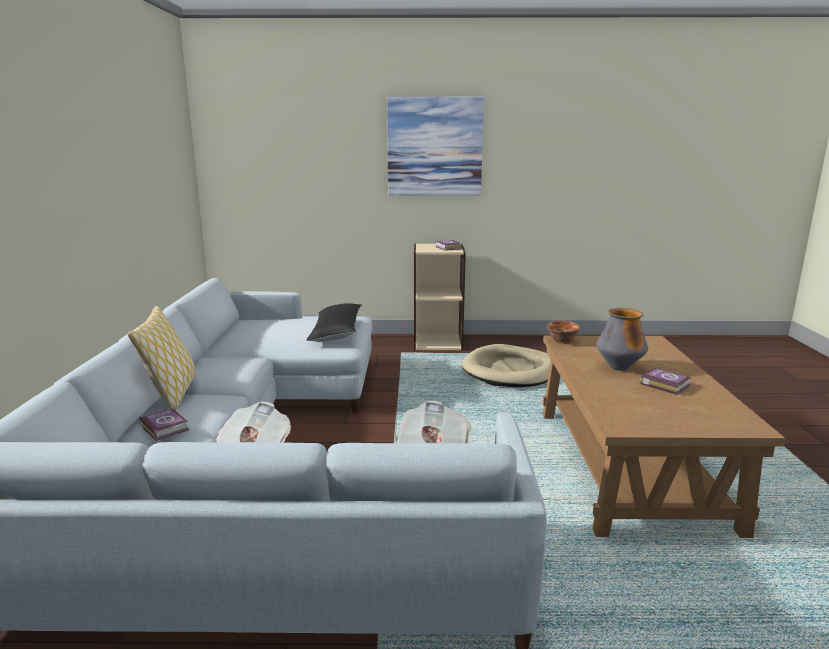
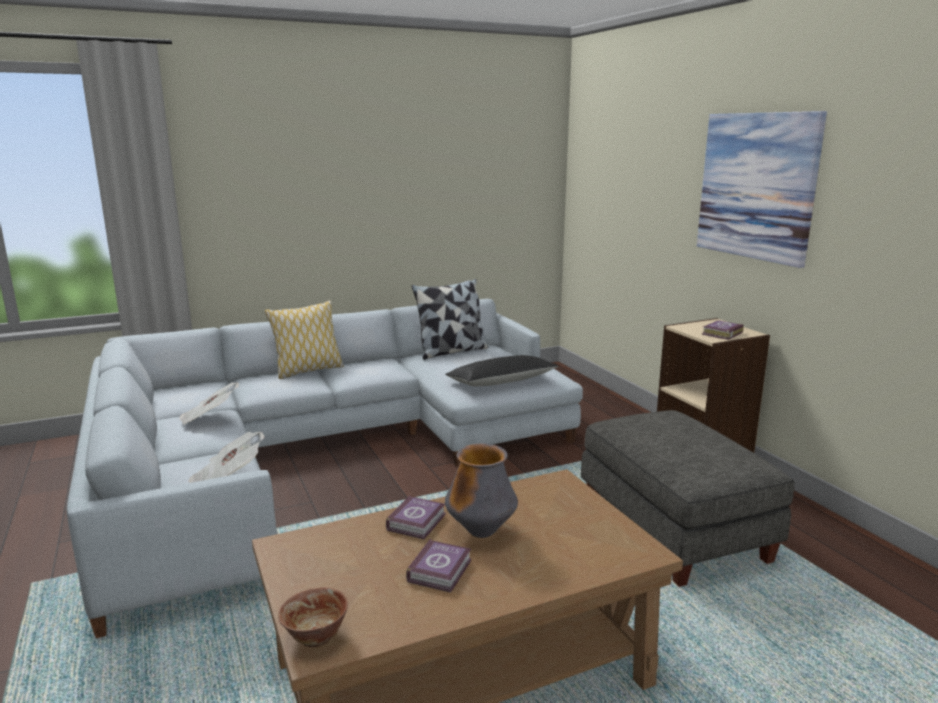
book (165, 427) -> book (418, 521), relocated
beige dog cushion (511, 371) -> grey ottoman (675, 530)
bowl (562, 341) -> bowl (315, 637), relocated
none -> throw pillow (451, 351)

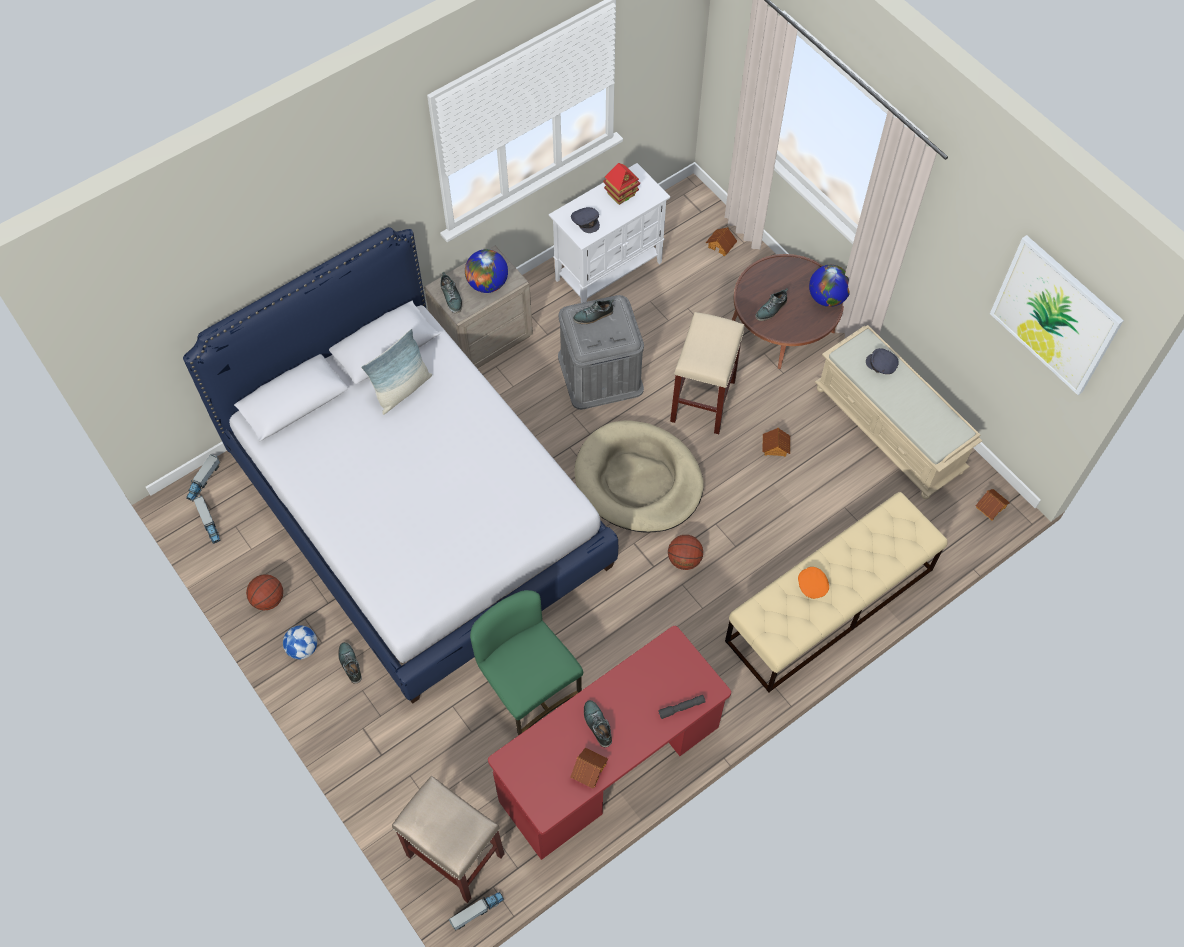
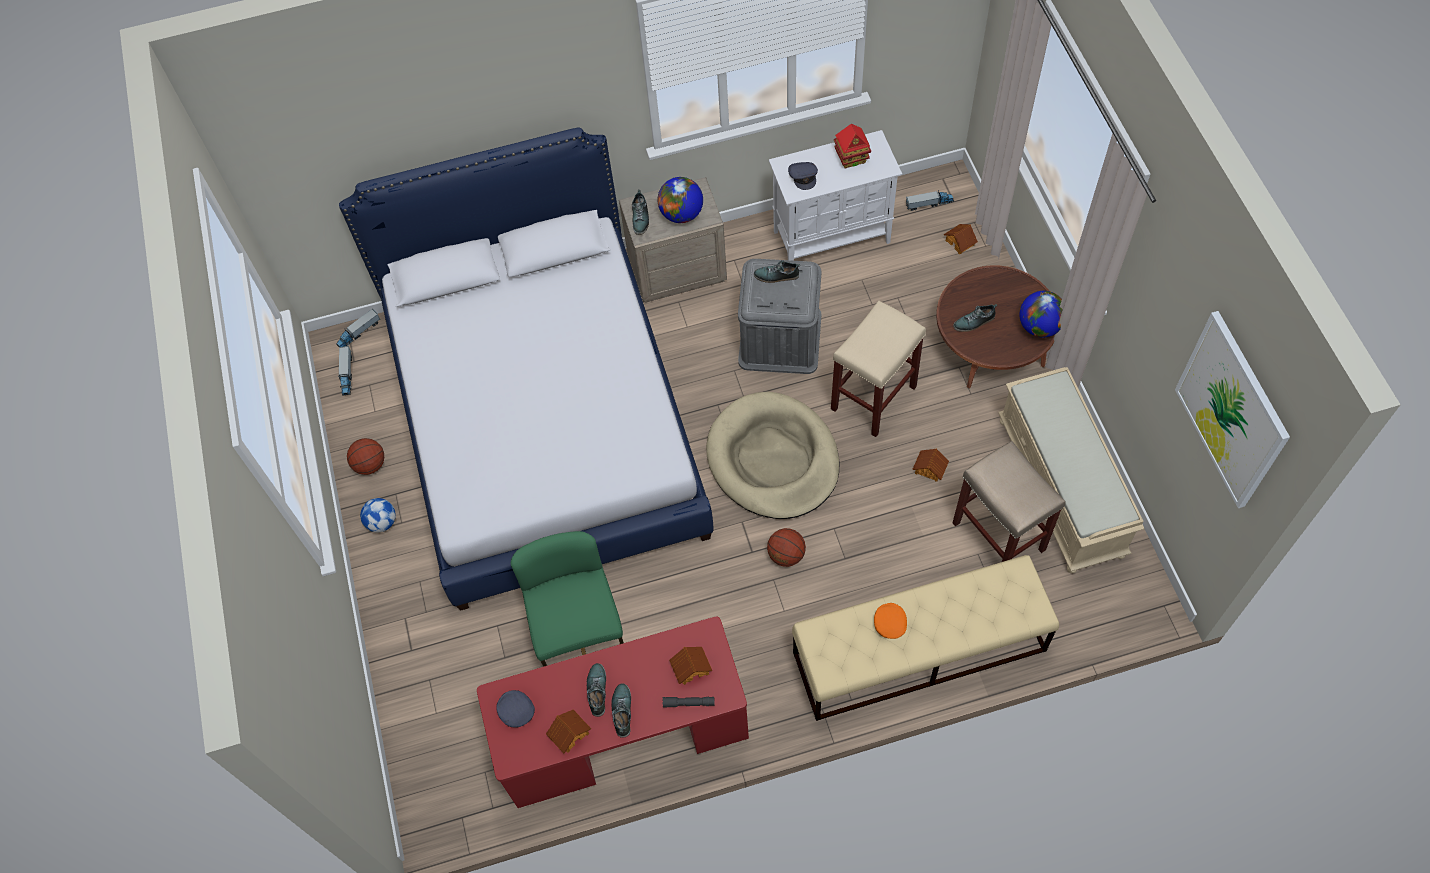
shoe (350, 664) -> shoe (622, 711), relocated
throw pillow (402, 390) -> none
beige stool seat (454, 854) -> beige stool seat (997, 536), relocated
toy lorry (477, 911) -> toy lorry (929, 203), relocated
grey peaked cap (881, 365) -> grey peaked cap (515, 711), relocated
miniature house (990, 507) -> miniature house (691, 667), relocated

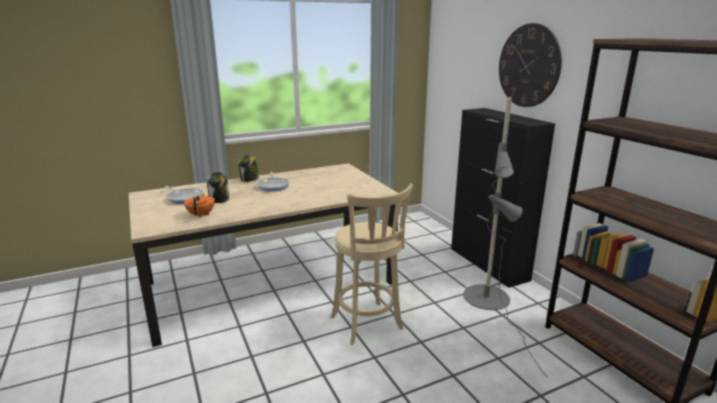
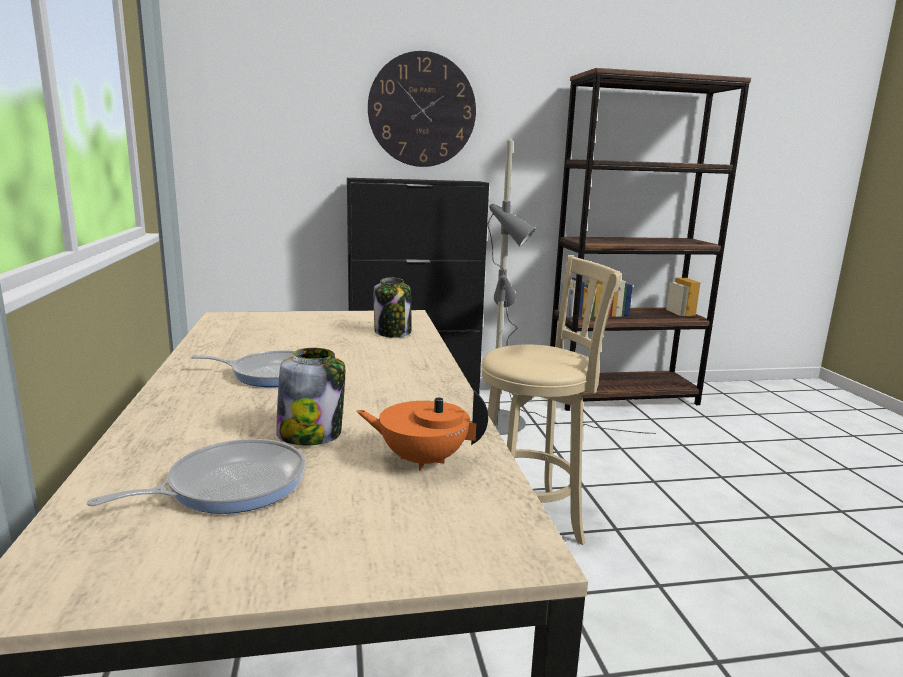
jar (249, 179) -> jar (393, 332), relocated

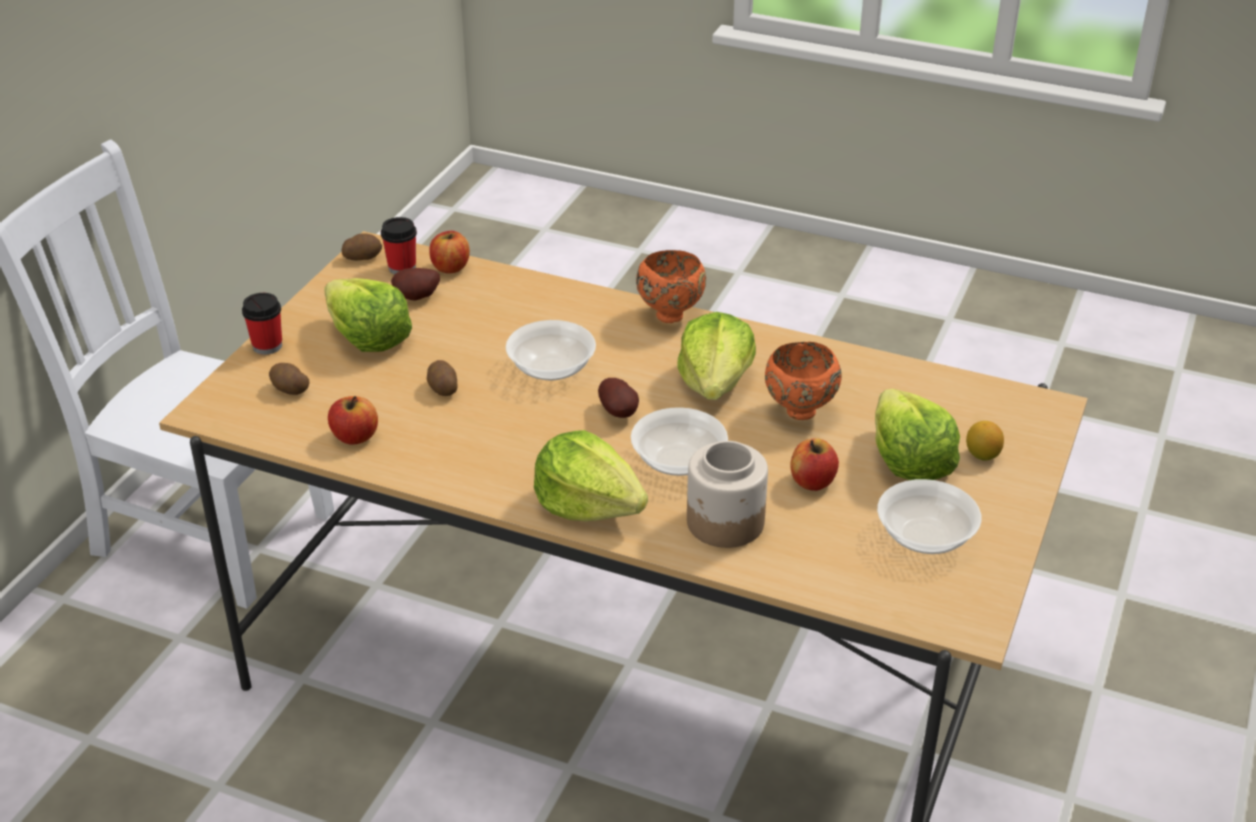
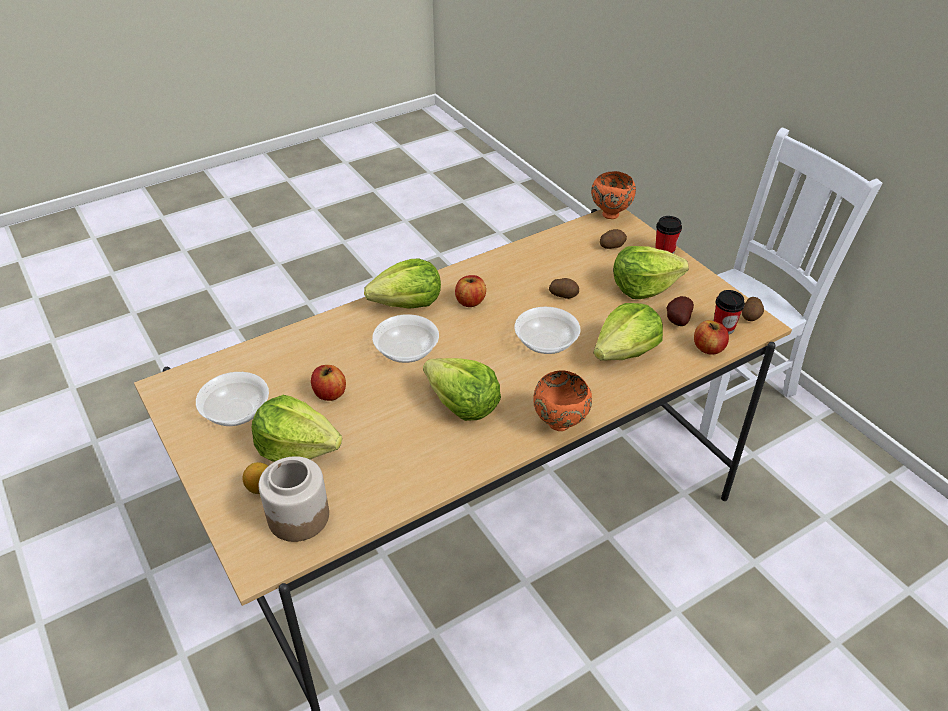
apple (355, 436) -> apple (470, 301), relocated
whole potato (619, 413) -> none
jar (725, 523) -> jar (298, 516), relocated
orangey bowl (799, 413) -> orangey bowl (610, 214), relocated
none -> lettuce (625, 352)

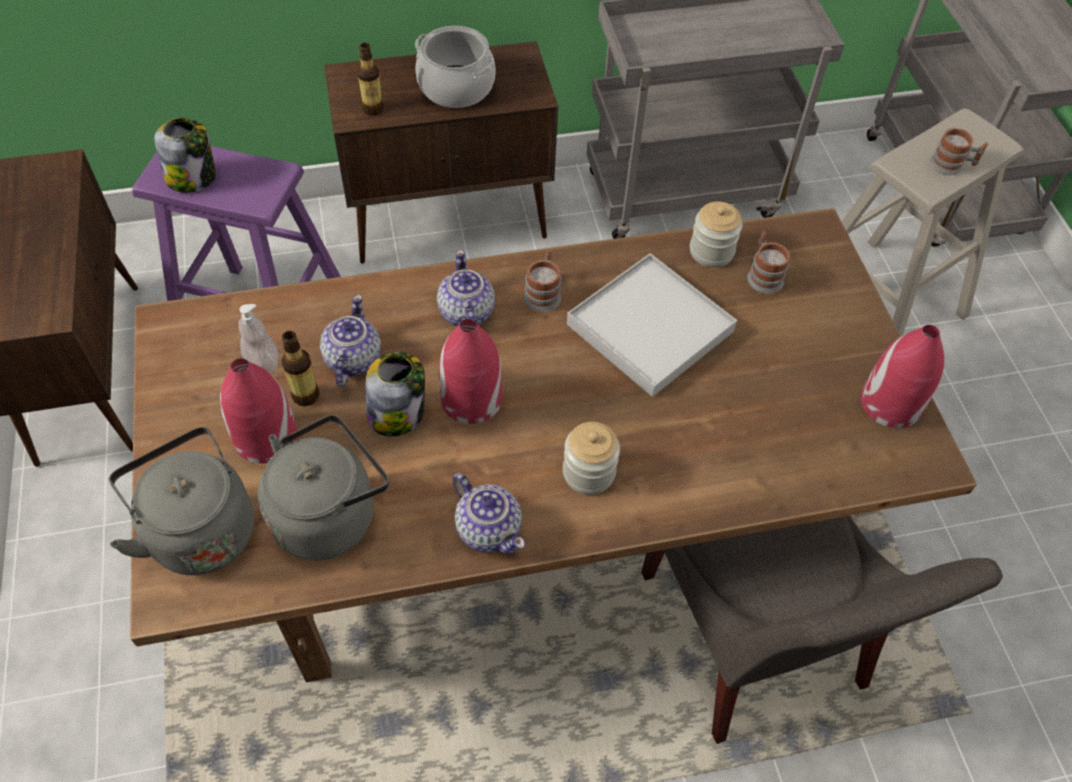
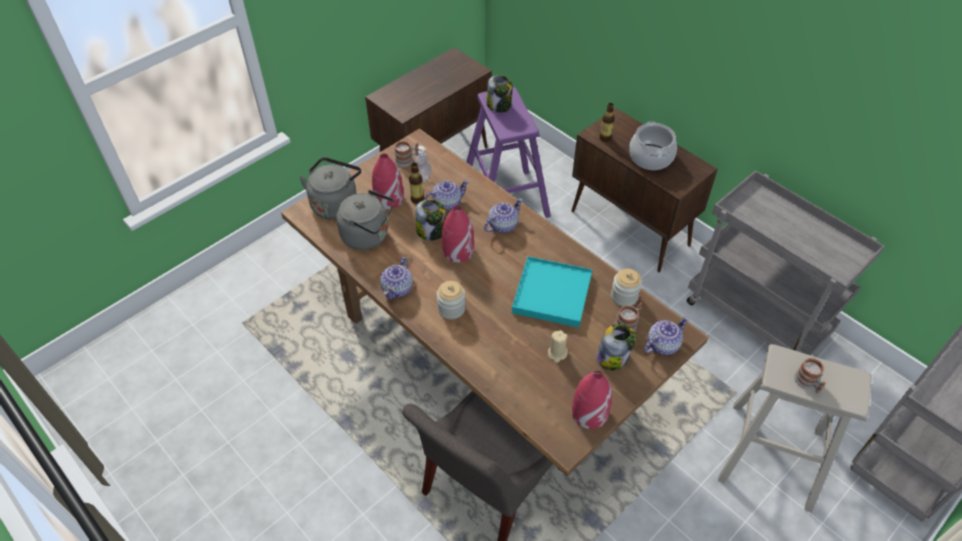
mug (543, 293) -> mug (407, 160), relocated
white serving tray (650, 328) -> turquoise-coloured serving tray (552, 294)
none -> beige wax candle (557, 353)
none -> jar (612, 357)
none -> pot for tea (662, 345)

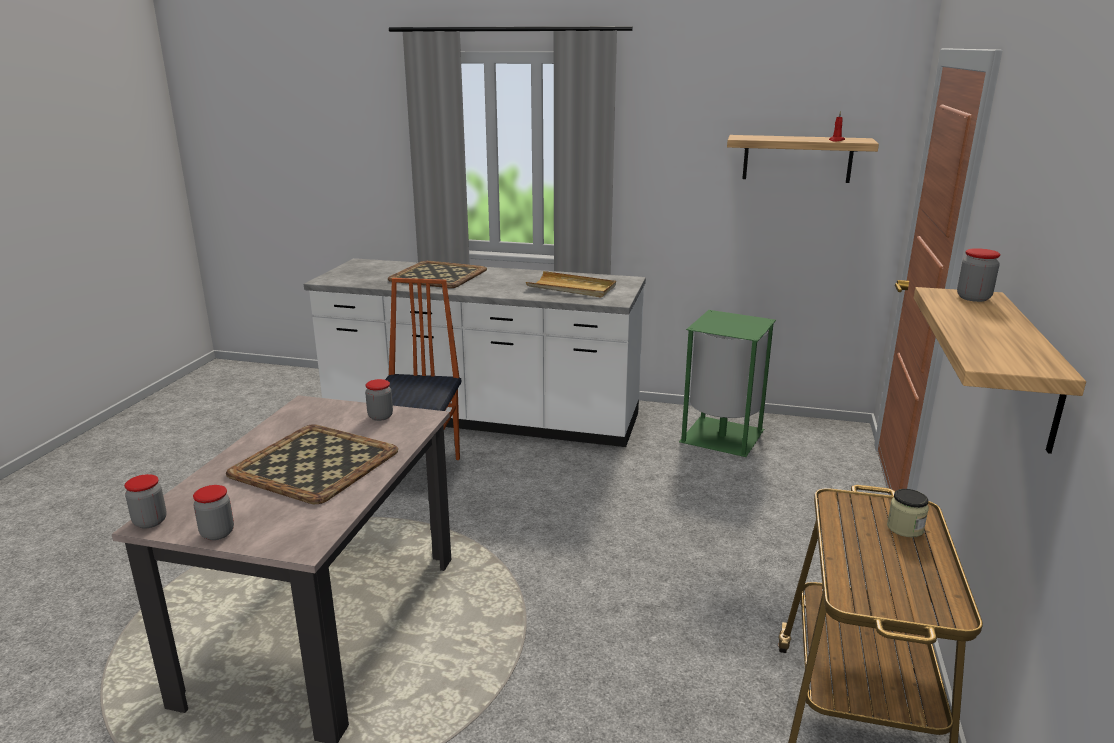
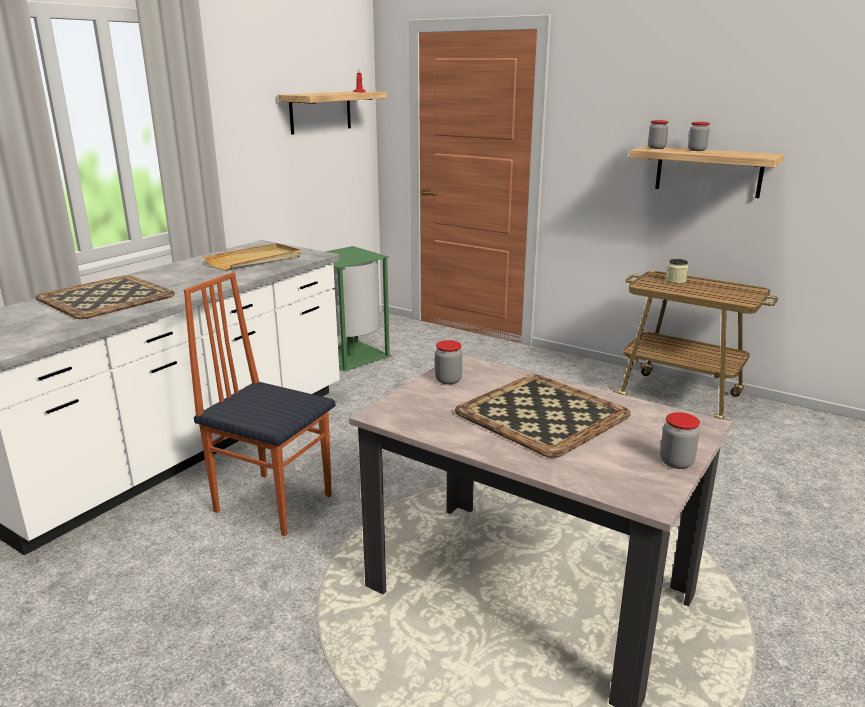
jar (150, 521) -> jar (696, 150), relocated

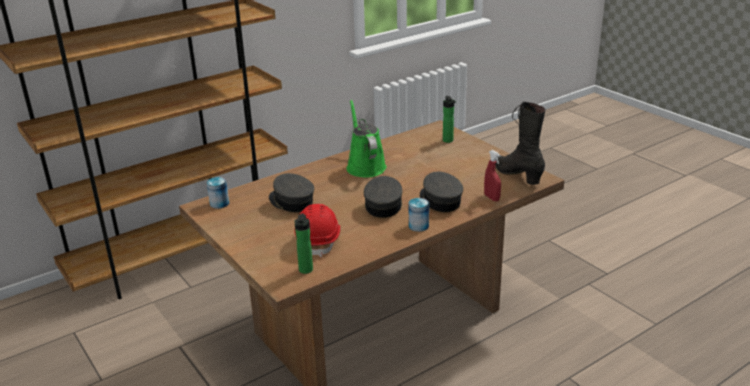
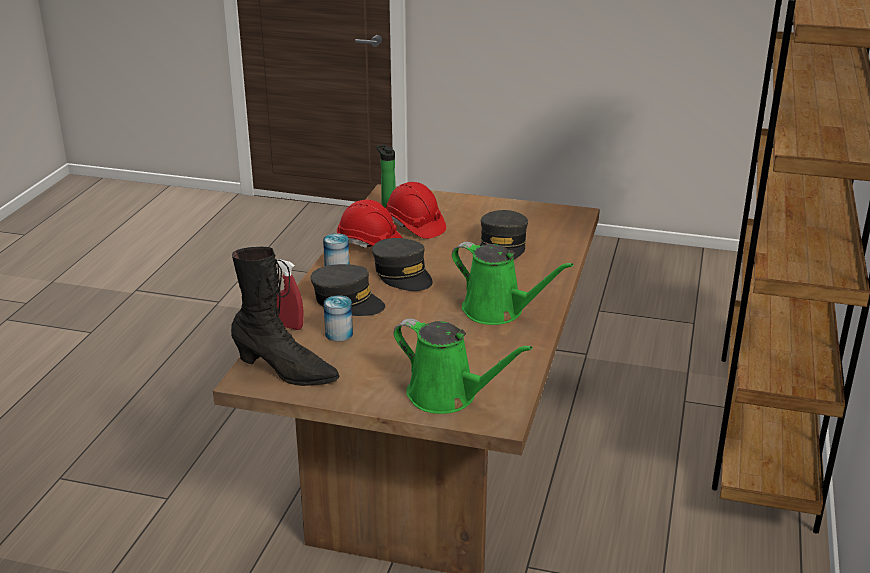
can (219, 203) -> can (339, 334), relocated
grey peaked cap (291, 202) -> grey peaked cap (503, 246), 90 degrees clockwise
bottle (448, 141) -> green watering can (448, 396)
none -> red work helmet (370, 244)

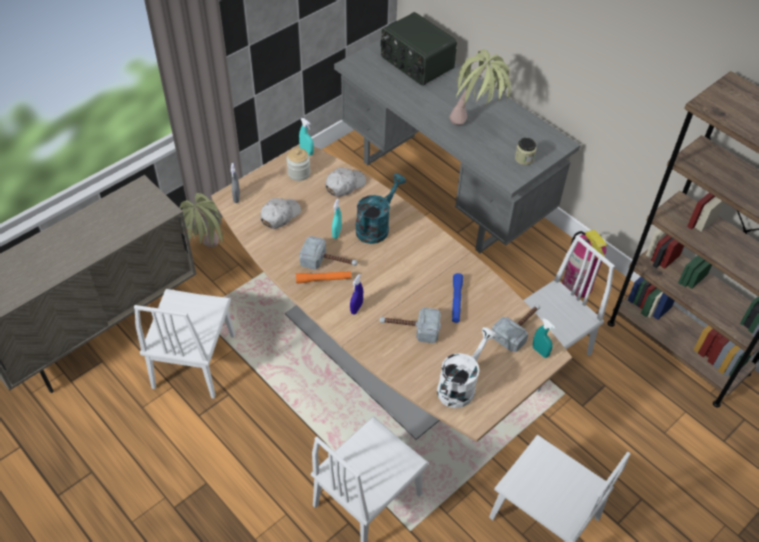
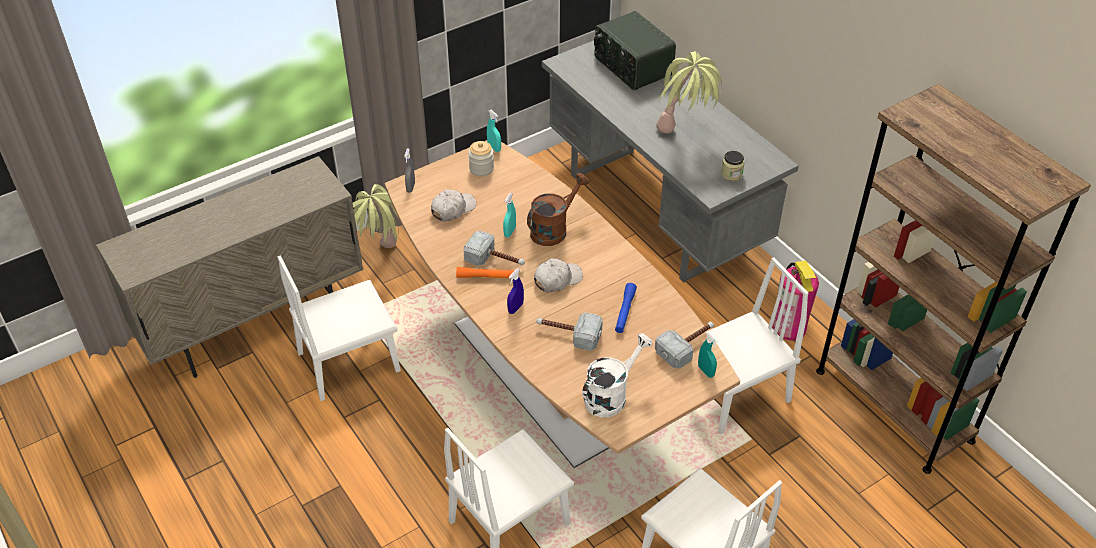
white chair (194, 361) -> white chair (349, 362), 45 degrees clockwise
white peaked cap (345, 185) -> white peaked cap (557, 279), relocated
turquoise-coloured watering can (376, 226) -> brown watering can (553, 229)

